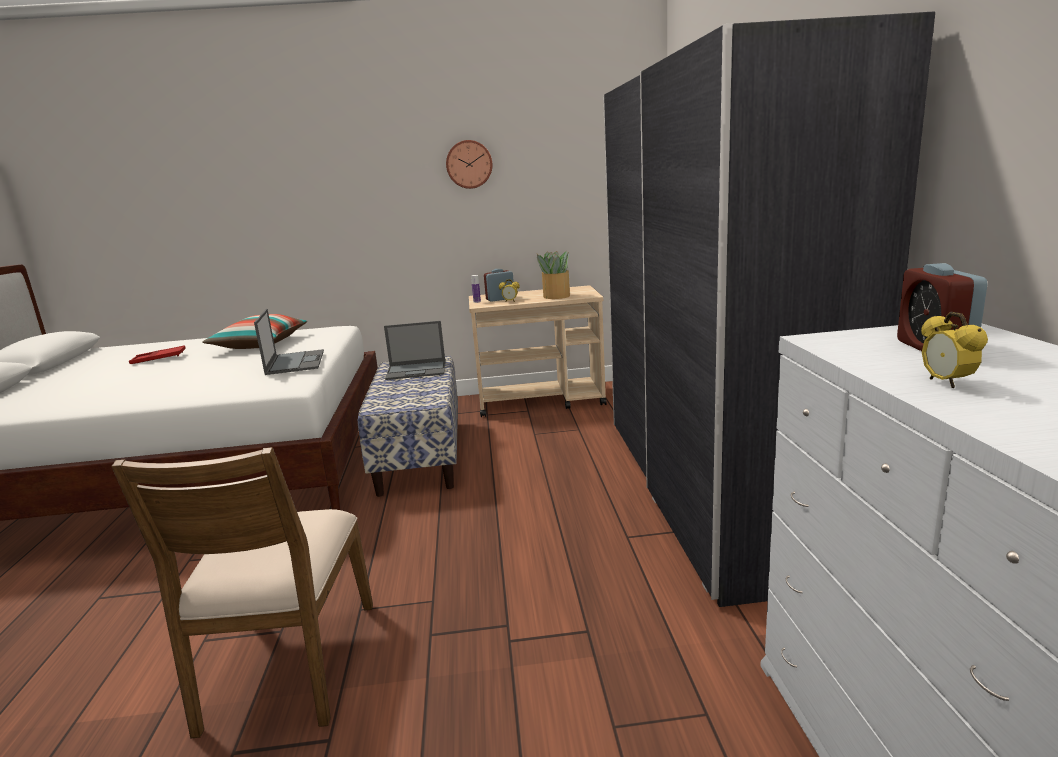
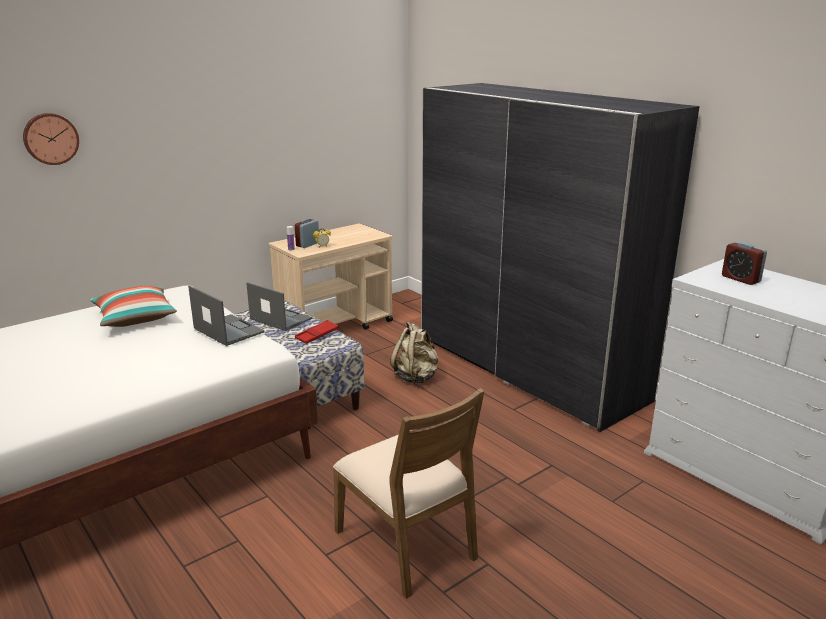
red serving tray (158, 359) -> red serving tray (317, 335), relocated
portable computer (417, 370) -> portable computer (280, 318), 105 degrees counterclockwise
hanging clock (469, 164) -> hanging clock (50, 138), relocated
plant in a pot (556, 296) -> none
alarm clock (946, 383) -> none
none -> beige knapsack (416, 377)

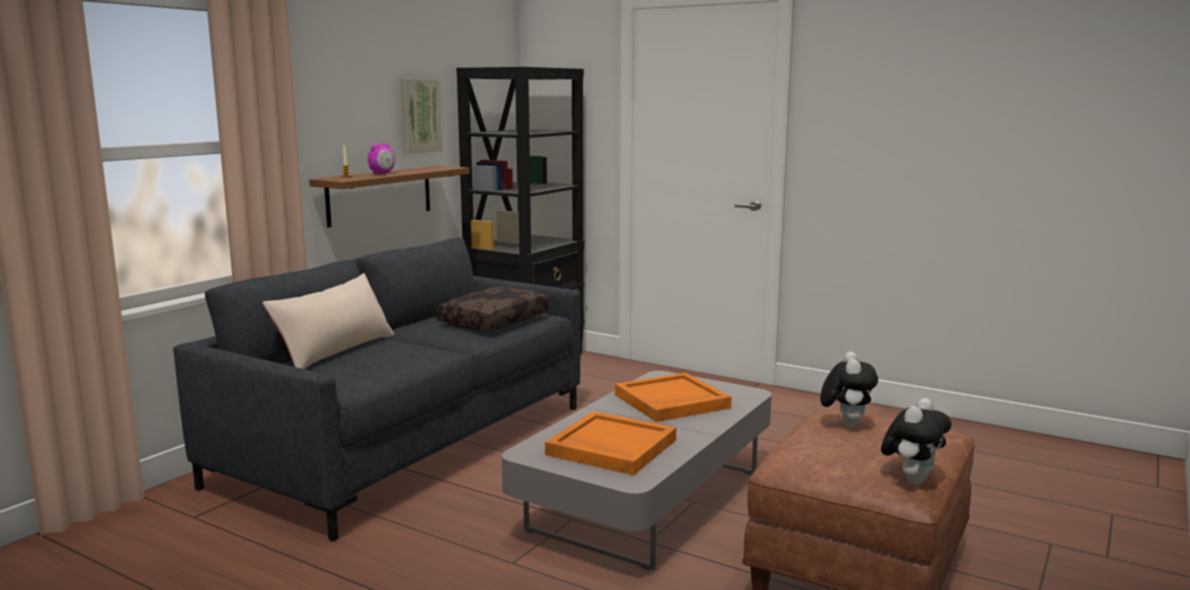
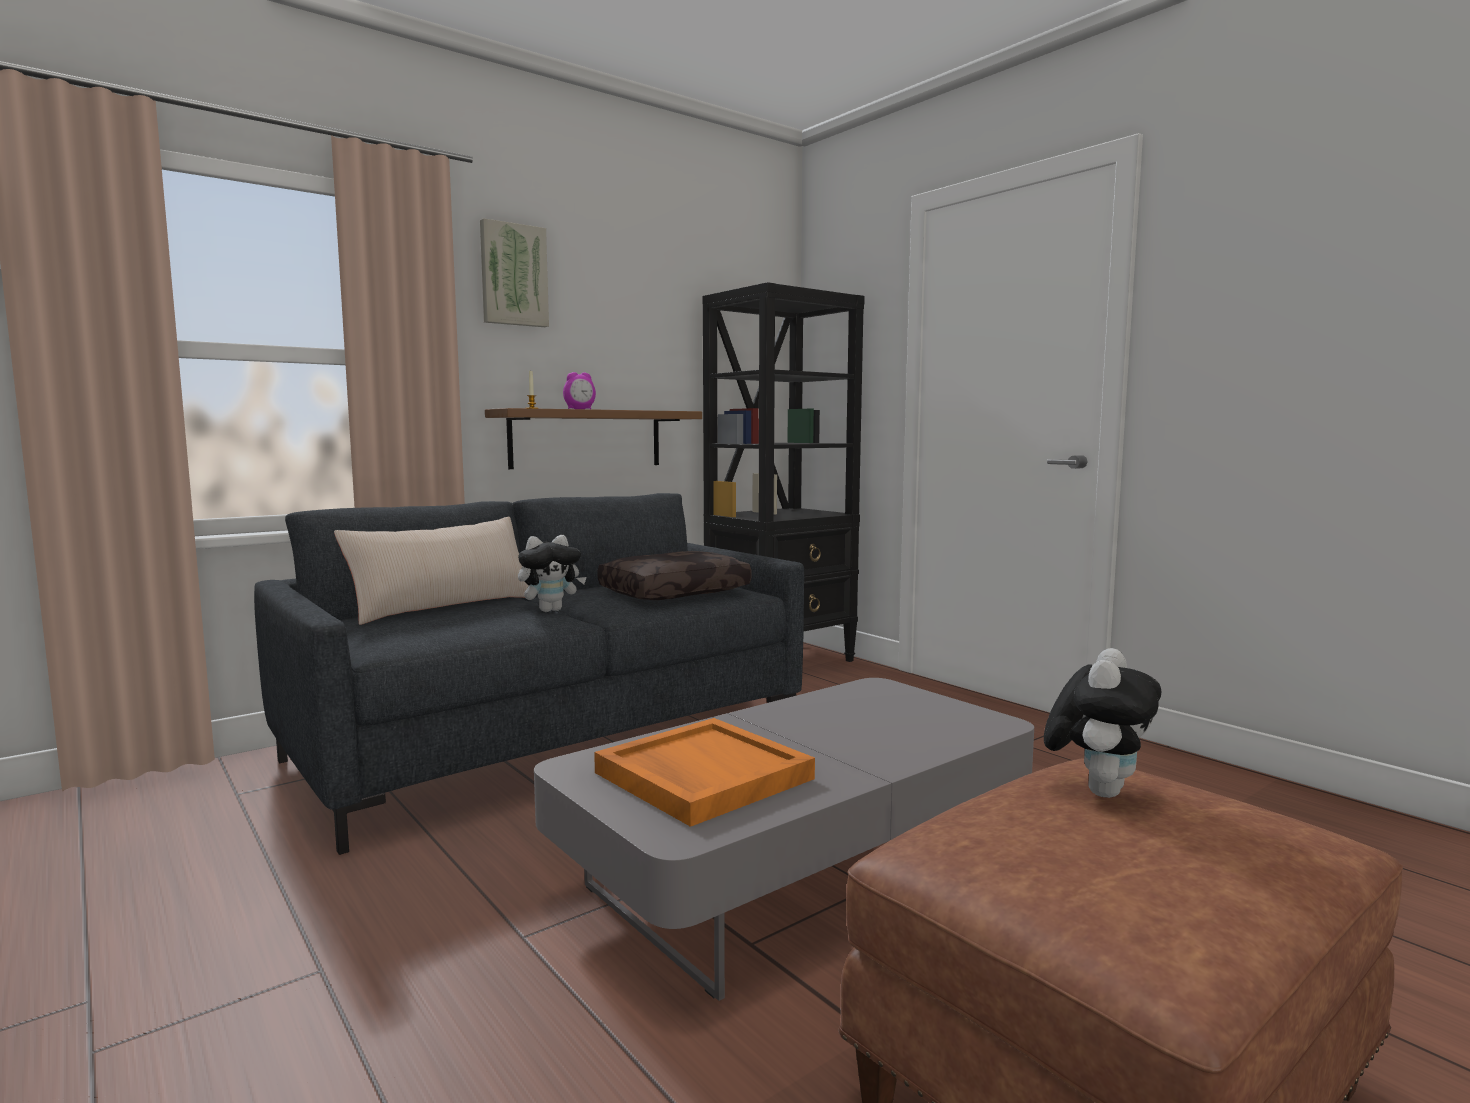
wall picture (419, 115) -> wall picture (513, 275), relocated
orangey serving tray (671, 401) -> none
soft toy (912, 479) -> soft toy (551, 610), relocated

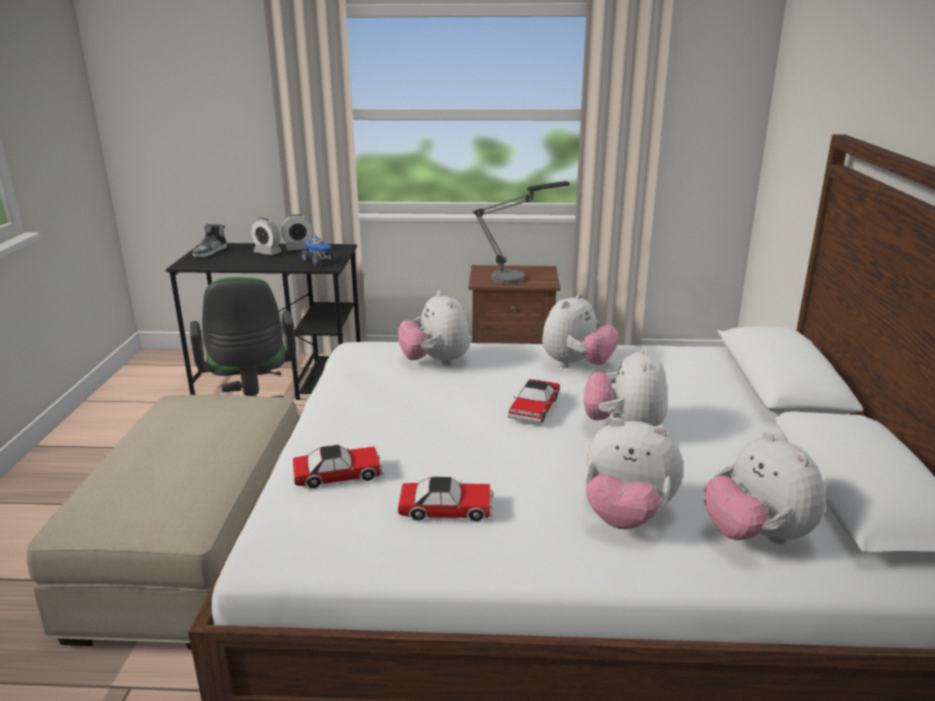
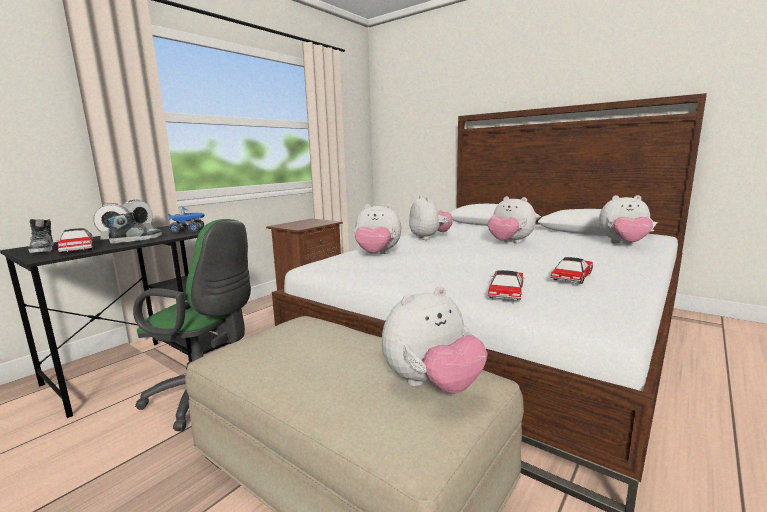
table lamp (517, 276) -> none
miniature car (534, 408) -> miniature car (77, 248), relocated
soft toy (626, 516) -> soft toy (432, 385), relocated
none -> shoe (137, 239)

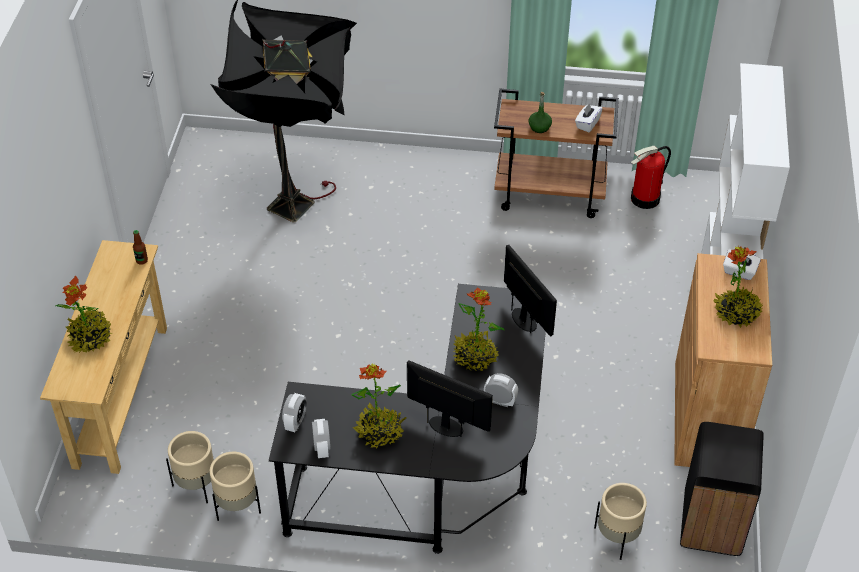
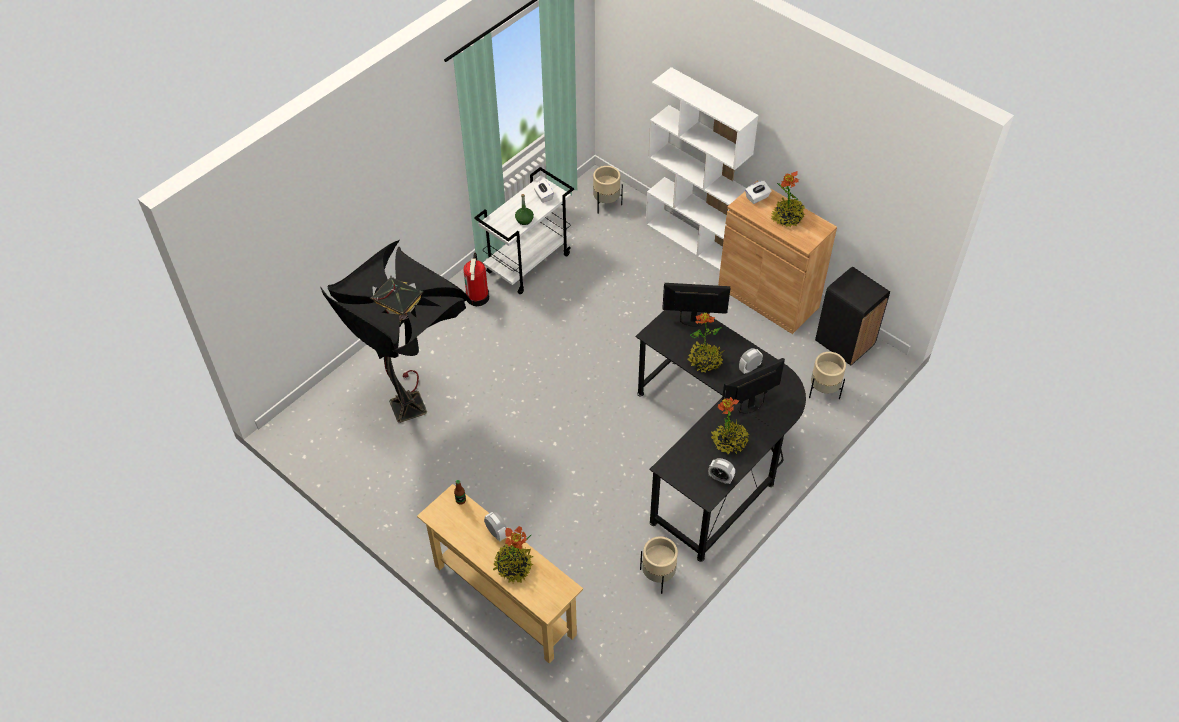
beige flower pot (196, 486) -> beige flower pot (606, 204), relocated
alarm clock (295, 422) -> alarm clock (496, 533), relocated
brown trolley (550, 194) -> white trolley (528, 262)
fire extinguisher (645, 199) -> fire extinguisher (478, 297), relocated

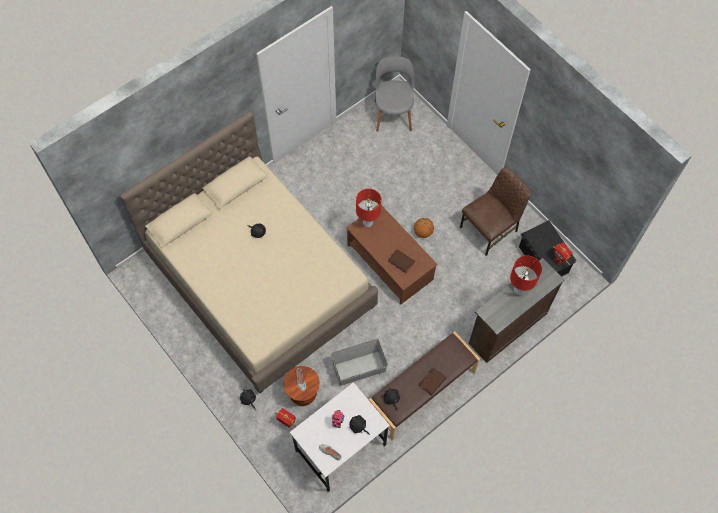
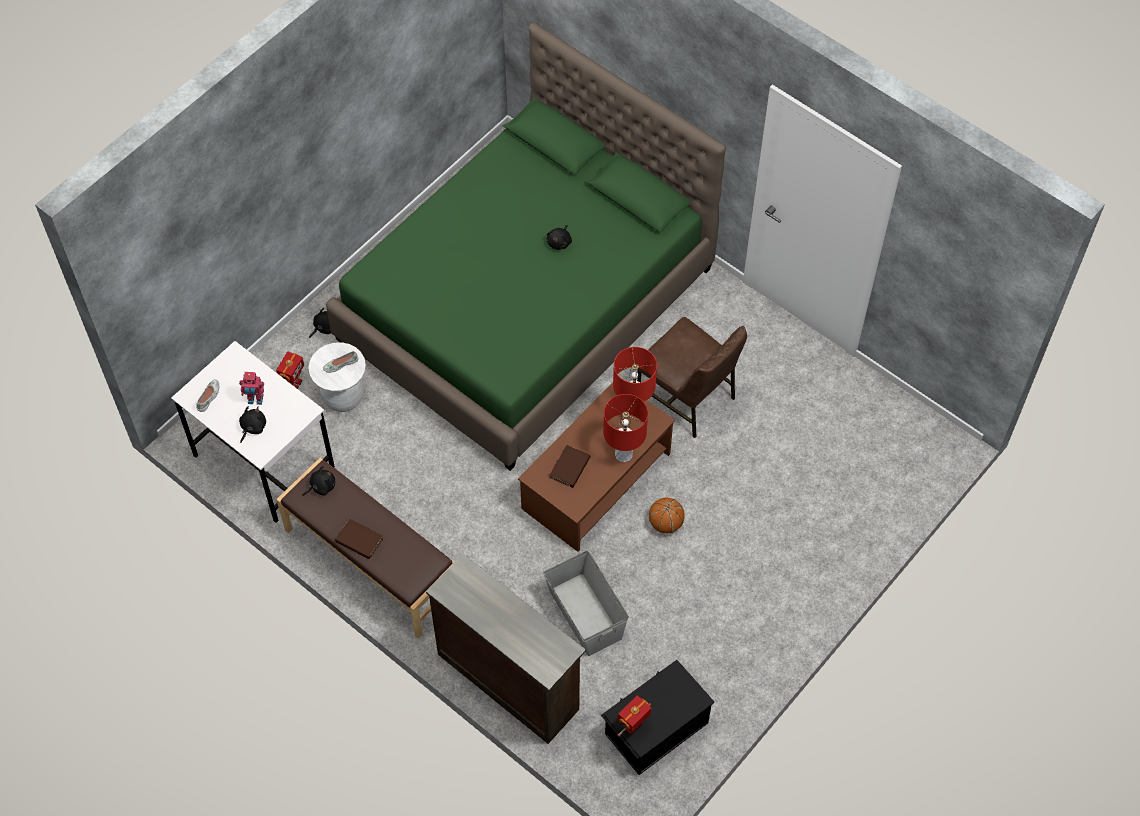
beige bedroom bed (260, 279) -> green bedroom bed (526, 304)
brown stool seat (303, 394) -> white stool seat (343, 397)
grey storage box (359, 368) -> grey storage box (585, 615), relocated
grey chair (393, 113) -> none
brown chair (490, 229) -> brown chair (687, 398), relocated
red table lamp (519, 290) -> red table lamp (623, 454), relocated

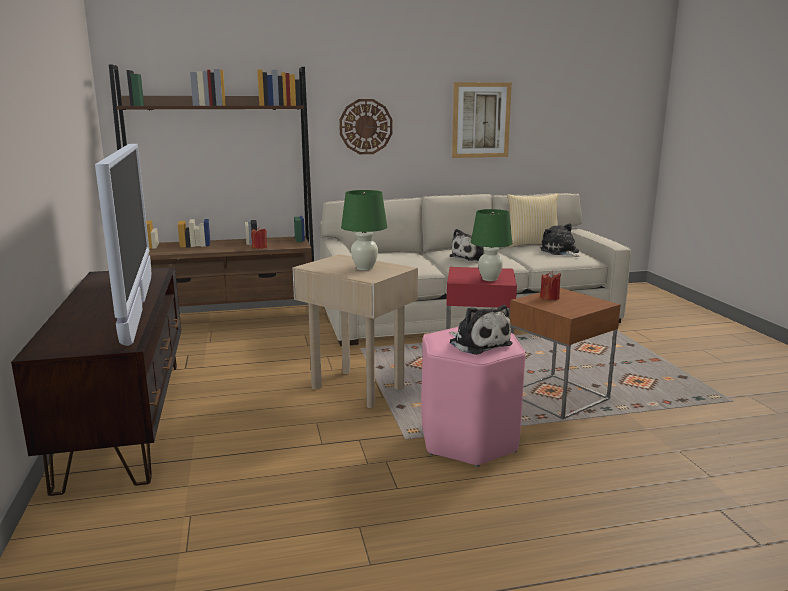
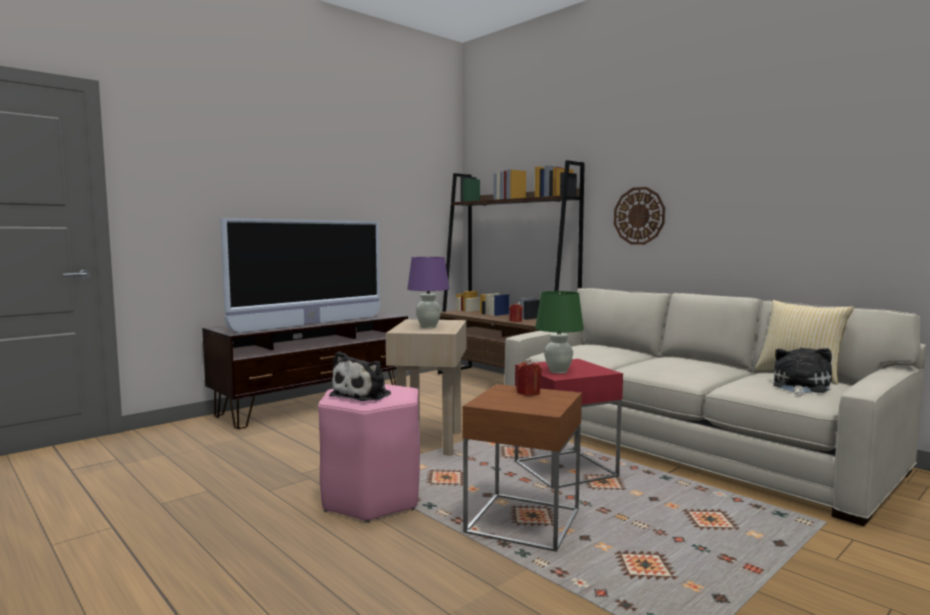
green table lamp (364, 268) -> purple table lamp (428, 327)
soft toy (471, 257) -> none
wall picture (481, 120) -> none

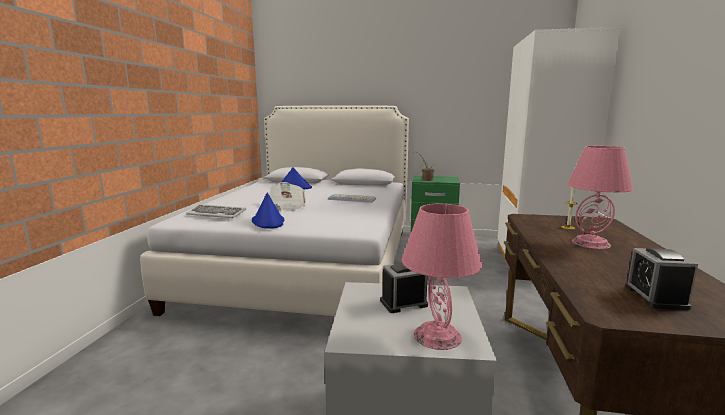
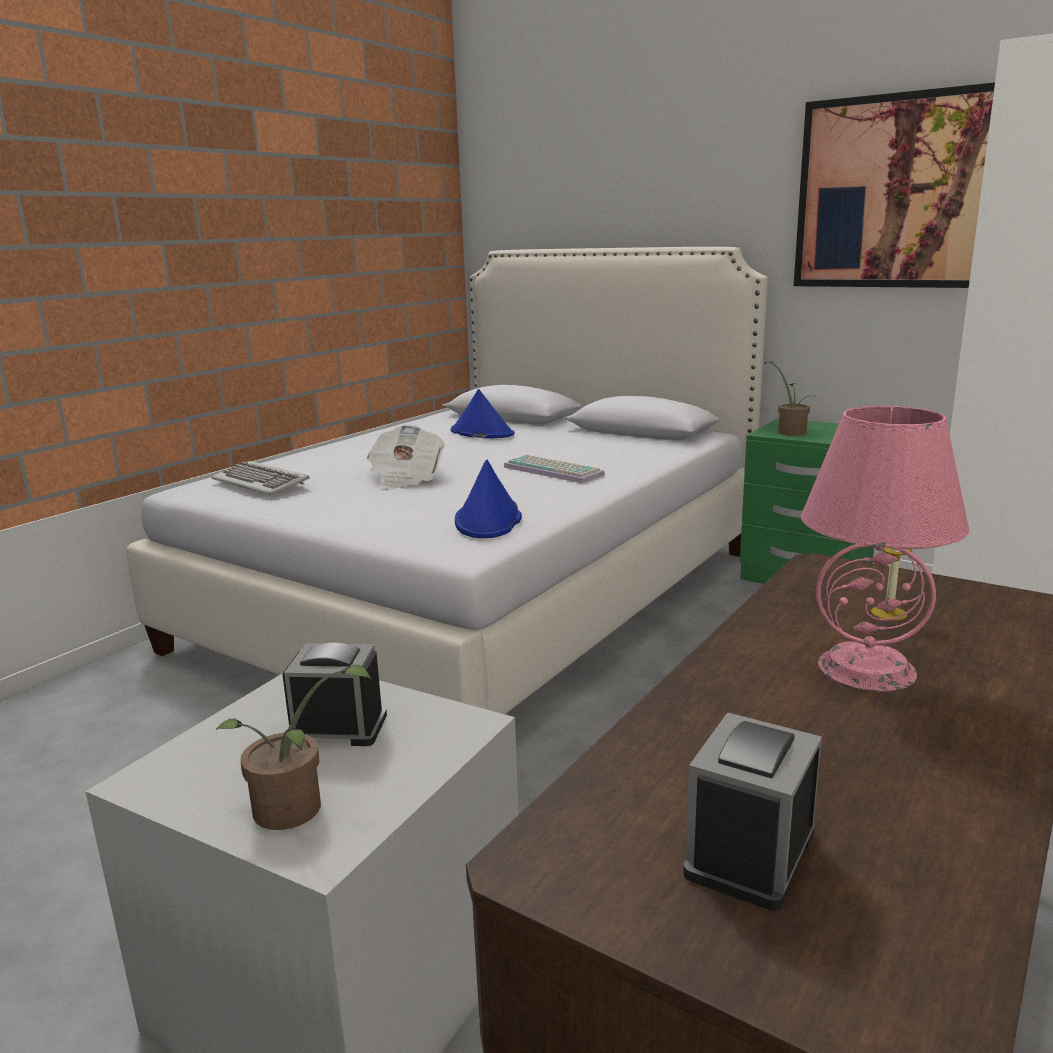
blue wearable hat (268, 221) -> blue wearable hat (488, 520), relocated
pinkish table lamp (436, 336) -> plant in a pot (295, 811)
none -> wall picture (892, 193)

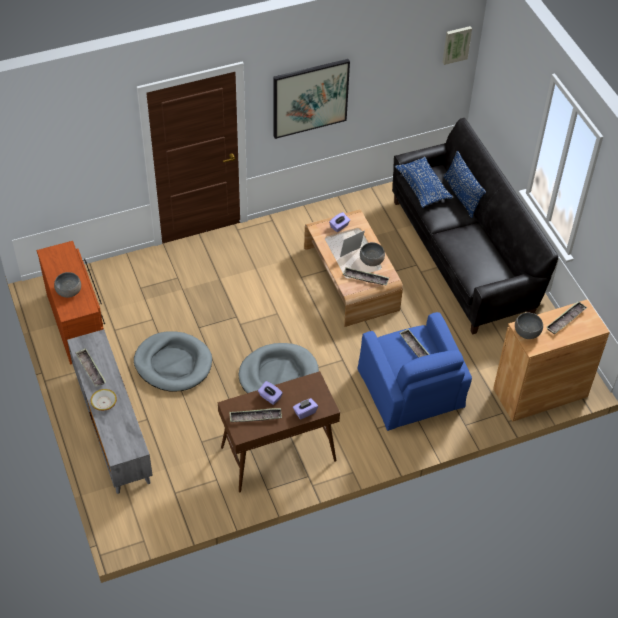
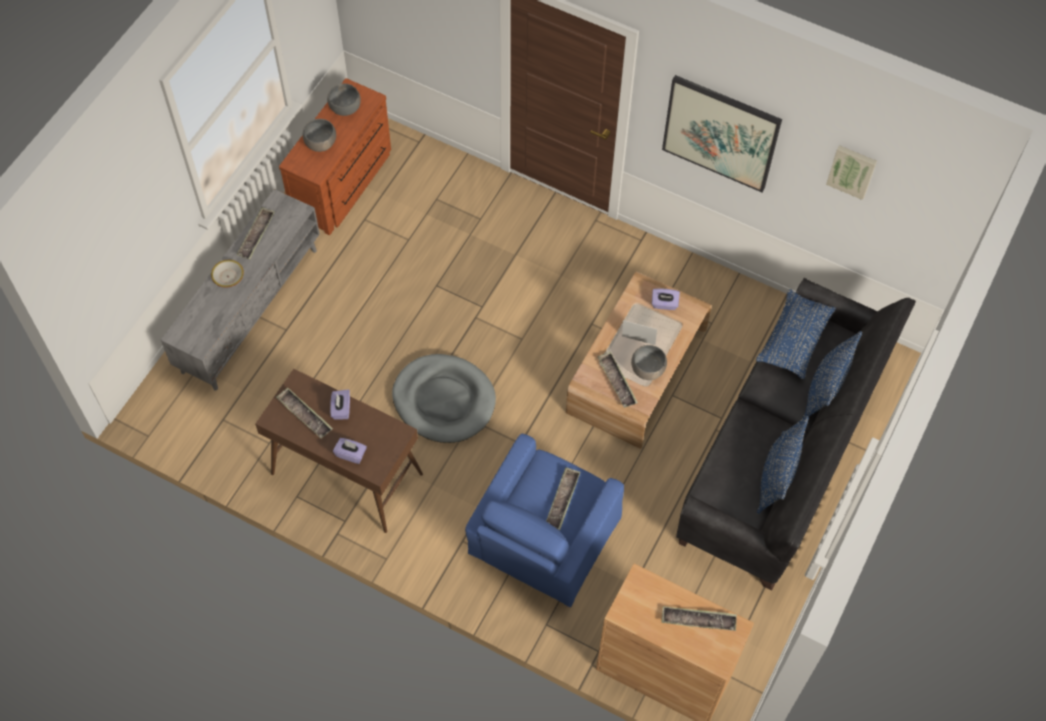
grey dog cushion (173, 363) -> none
wall picture (456, 44) -> wall picture (852, 170), relocated
grey bowl (527, 332) -> grey bowl (345, 107), relocated
none -> blue throw pillow (777, 474)

